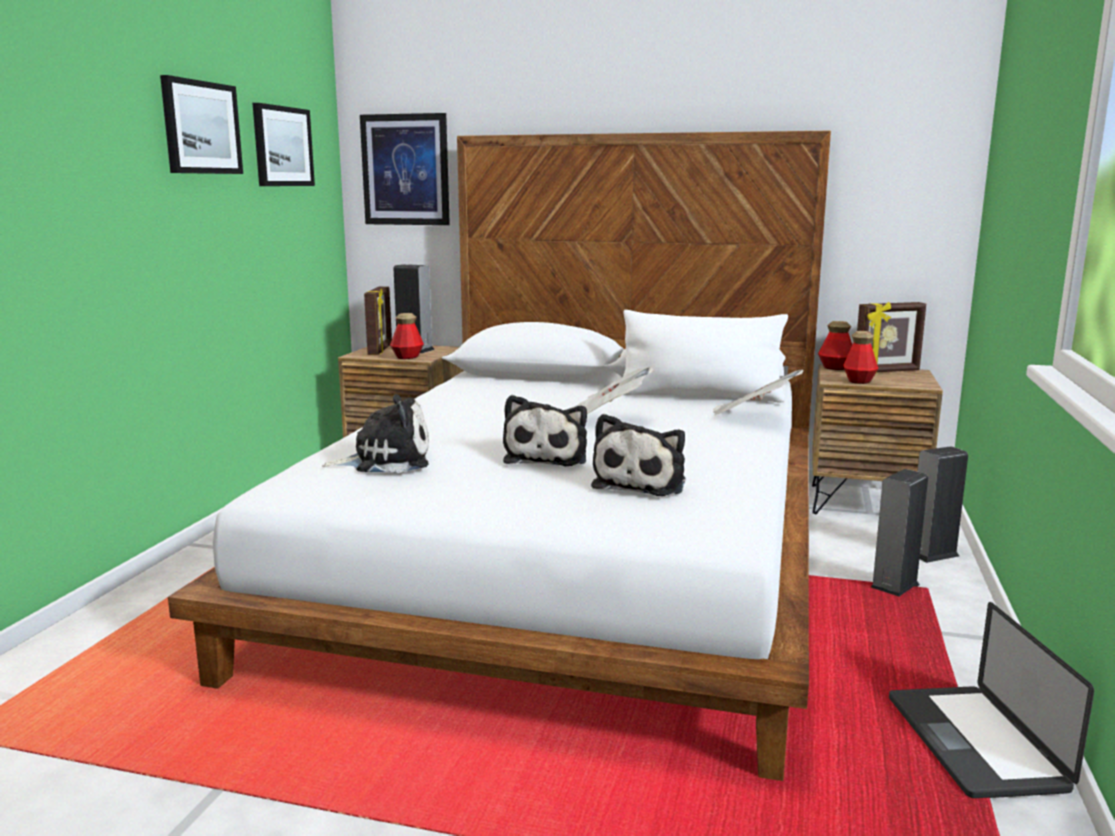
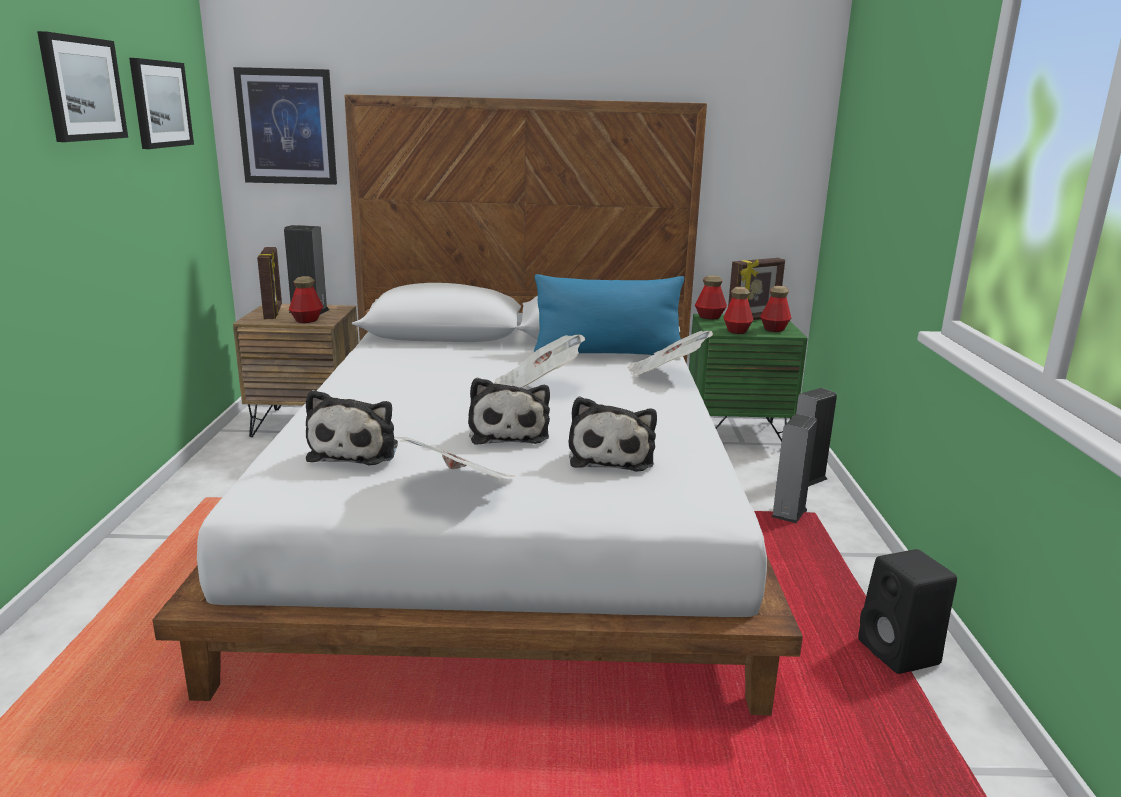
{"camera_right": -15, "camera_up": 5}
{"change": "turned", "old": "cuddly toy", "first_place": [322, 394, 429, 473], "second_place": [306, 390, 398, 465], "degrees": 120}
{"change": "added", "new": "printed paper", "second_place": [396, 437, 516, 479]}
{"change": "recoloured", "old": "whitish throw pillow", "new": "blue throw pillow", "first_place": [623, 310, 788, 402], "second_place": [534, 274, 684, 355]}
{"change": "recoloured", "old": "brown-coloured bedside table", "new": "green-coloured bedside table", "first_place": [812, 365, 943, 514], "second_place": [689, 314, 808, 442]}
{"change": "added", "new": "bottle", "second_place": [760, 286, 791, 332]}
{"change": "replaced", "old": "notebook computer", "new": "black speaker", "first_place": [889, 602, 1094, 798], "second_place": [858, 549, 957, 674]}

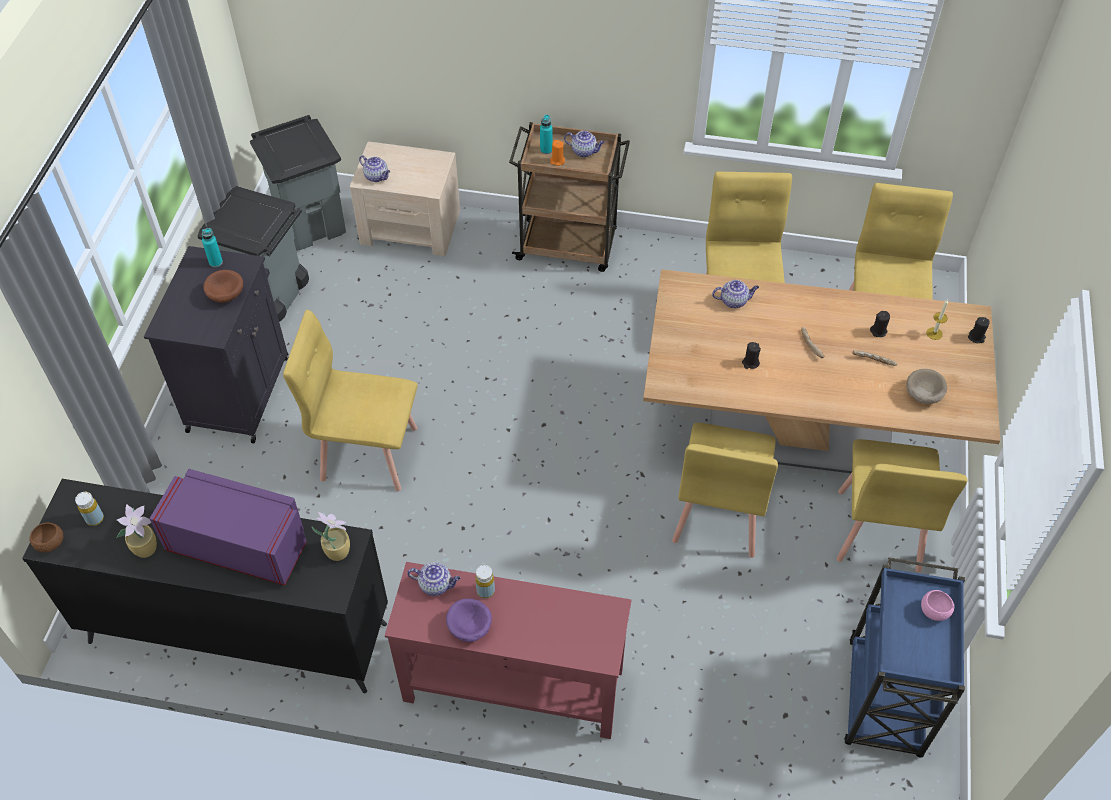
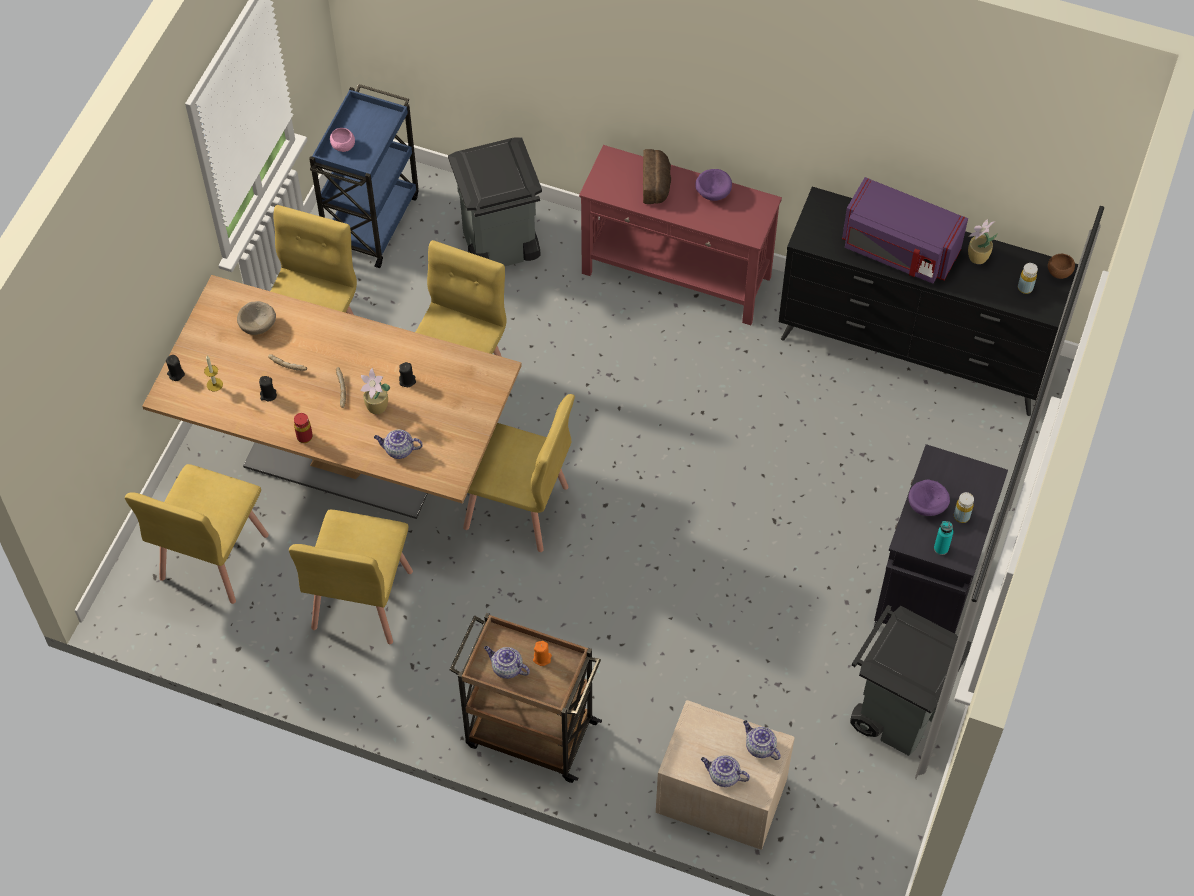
{"camera_right": -170, "camera_up": 5}
{"change": "added", "new": "red bottle", "second_place": [294, 413, 313, 443]}
{"change": "moved", "old": "potted plant", "first_place": [311, 512, 350, 561], "second_place": [361, 368, 390, 414]}
{"change": "moved", "old": "gray waste bin", "first_place": [250, 115, 346, 251], "second_place": [448, 137, 542, 266]}
{"change": "moved", "old": "yellow upright chair", "first_place": [283, 310, 418, 491], "second_place": [463, 394, 575, 552]}
{"change": "added", "new": "bakery bread", "second_place": [643, 149, 671, 204]}
{"change": "moved", "old": "tea pot", "first_place": [407, 562, 461, 596], "second_place": [701, 755, 750, 787]}
{"change": "recoloured", "old": "brown-coloured deep dish", "new": "purplish deep dish", "first_place": [204, 270, 243, 303], "second_place": [908, 479, 950, 516]}
{"change": "moved", "old": "yellow bottle", "first_place": [475, 565, 495, 598], "second_place": [954, 492, 974, 523]}
{"change": "removed", "old": "turquoise bottle", "first_place": [540, 115, 553, 154]}

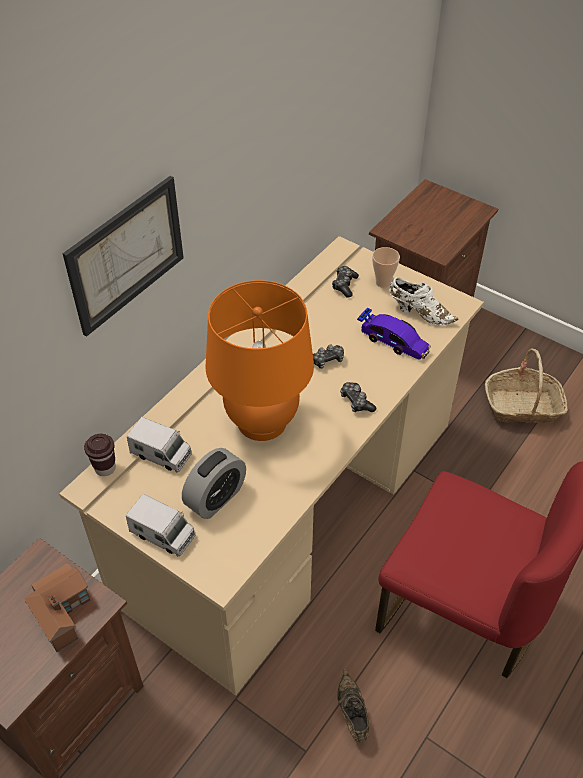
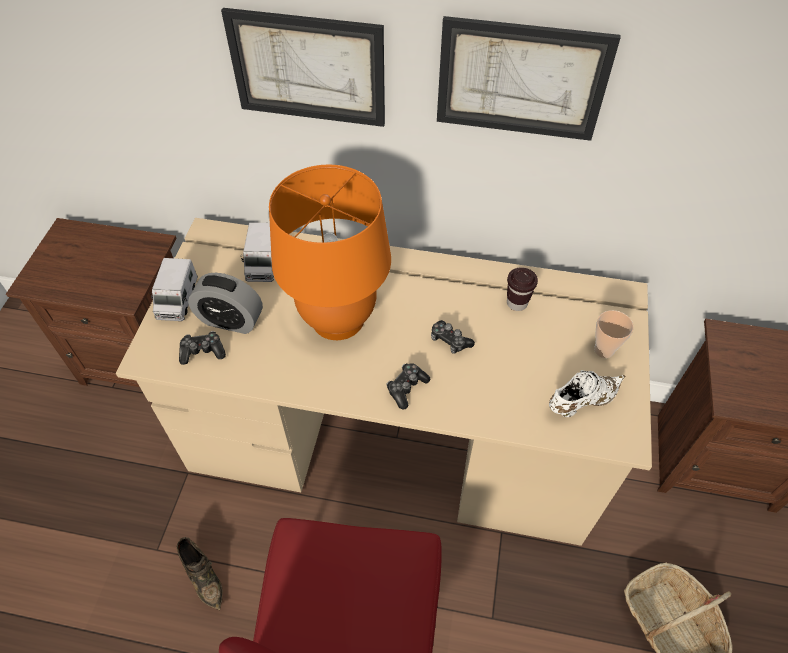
{"camera_right": 65, "camera_up": 5}
{"change": "turned", "old": "brown-coloured shoe", "first_place": [337, 669, 370, 743], "second_place": [177, 537, 223, 611], "degrees": 90}
{"change": "moved", "old": "gamepad", "first_place": [332, 266, 359, 298], "second_place": [179, 331, 226, 365]}
{"change": "added", "new": "picture", "second_place": [437, 16, 620, 141]}
{"change": "moved", "old": "brown-coloured small cup", "first_place": [84, 434, 116, 476], "second_place": [507, 267, 538, 311]}
{"change": "turned", "old": "whitish shoe", "first_place": [389, 277, 459, 325], "second_place": [549, 370, 625, 417], "degrees": -120}
{"change": "removed", "old": "toy house", "first_place": [24, 563, 90, 652]}
{"change": "removed", "old": "miniature car", "first_place": [357, 308, 431, 360]}

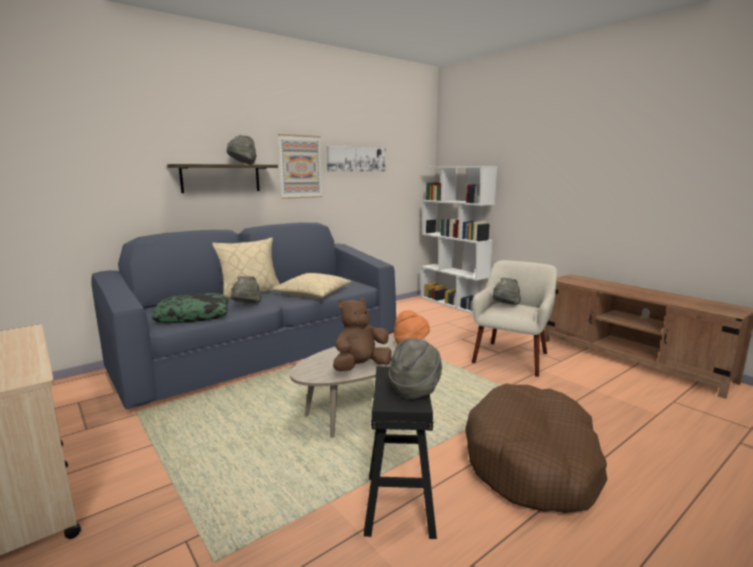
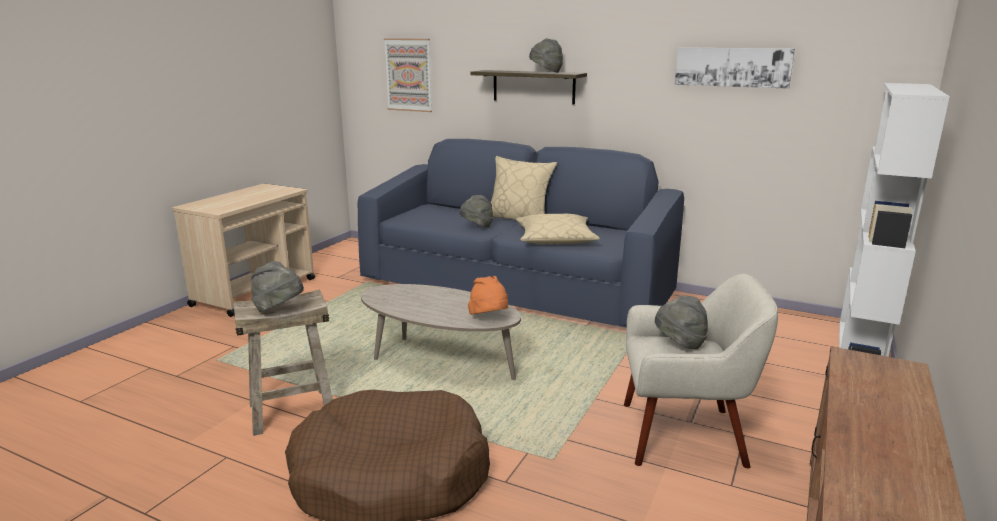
{"camera_right": 65, "camera_up": 5}
{"change": "recoloured", "old": "black sitting stool", "new": "beige sitting stool", "first_place": [364, 367, 437, 539], "second_place": [233, 289, 333, 436]}
{"change": "moved", "old": "picture", "first_place": [278, 134, 322, 199], "second_place": [384, 38, 432, 112]}
{"change": "removed", "old": "throw pillow", "first_place": [152, 293, 228, 323]}
{"change": "removed", "old": "brown-coloured cuddly toy", "first_place": [333, 298, 392, 371]}

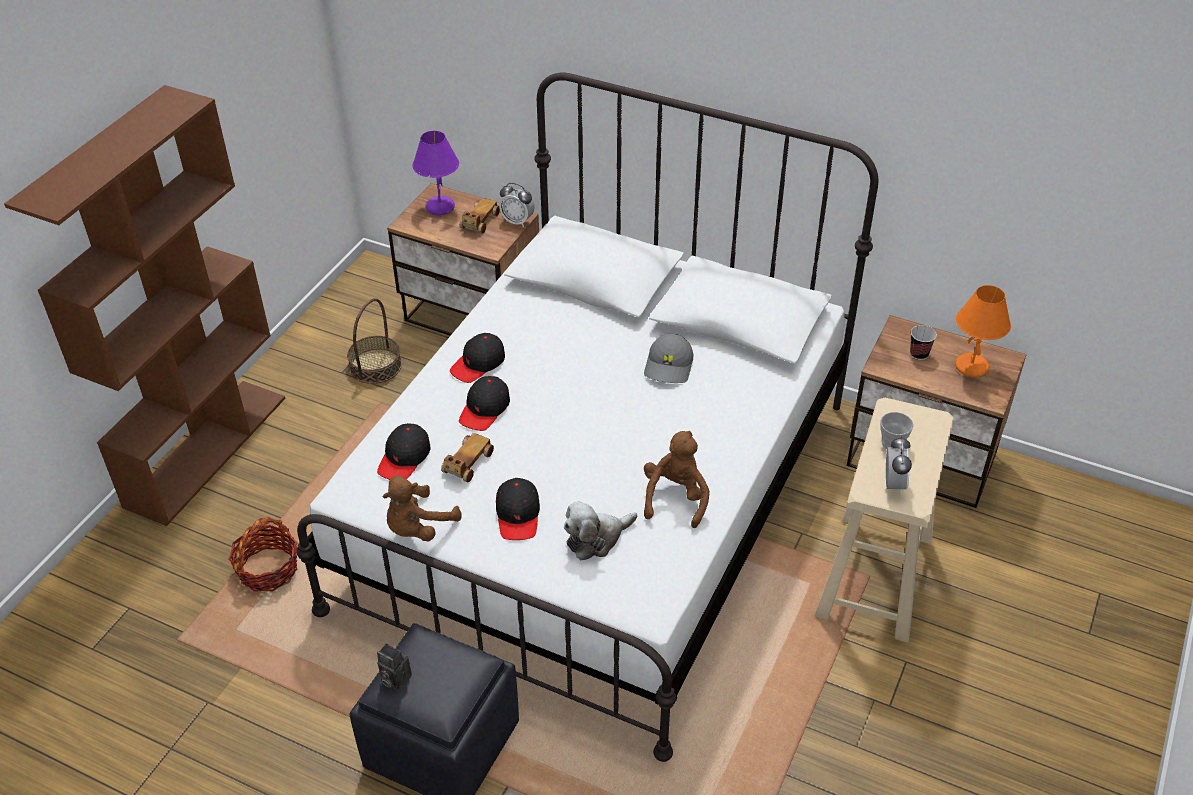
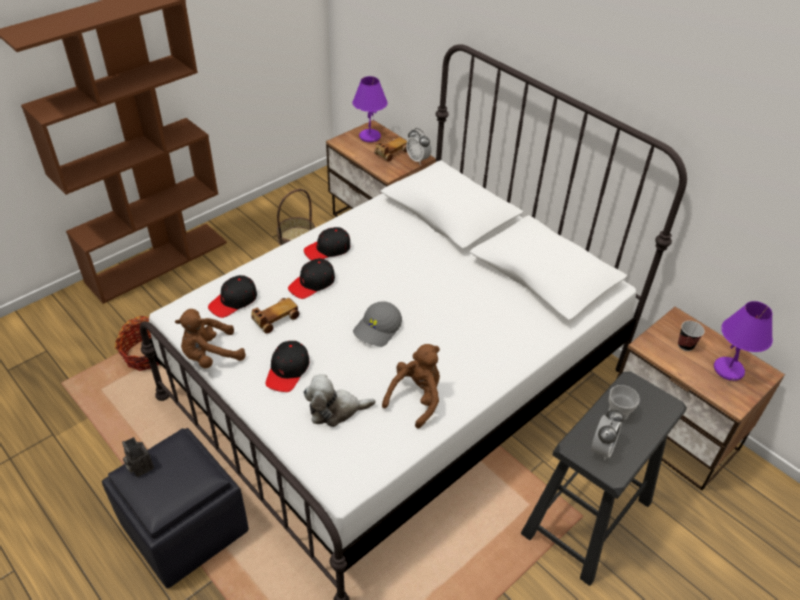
{"camera_right": 20, "camera_up": 0}
{"change": "moved", "old": "gray cap", "first_place": [644, 334, 694, 383], "second_place": [353, 301, 402, 347]}
{"change": "recoloured", "old": "beige sitting stool", "new": "black sitting stool", "first_place": [815, 398, 954, 642], "second_place": [521, 371, 687, 586]}
{"change": "recoloured", "old": "orangey tabletop lamp", "new": "purplish tabletop lamp", "first_place": [955, 285, 1011, 377], "second_place": [714, 301, 773, 381]}

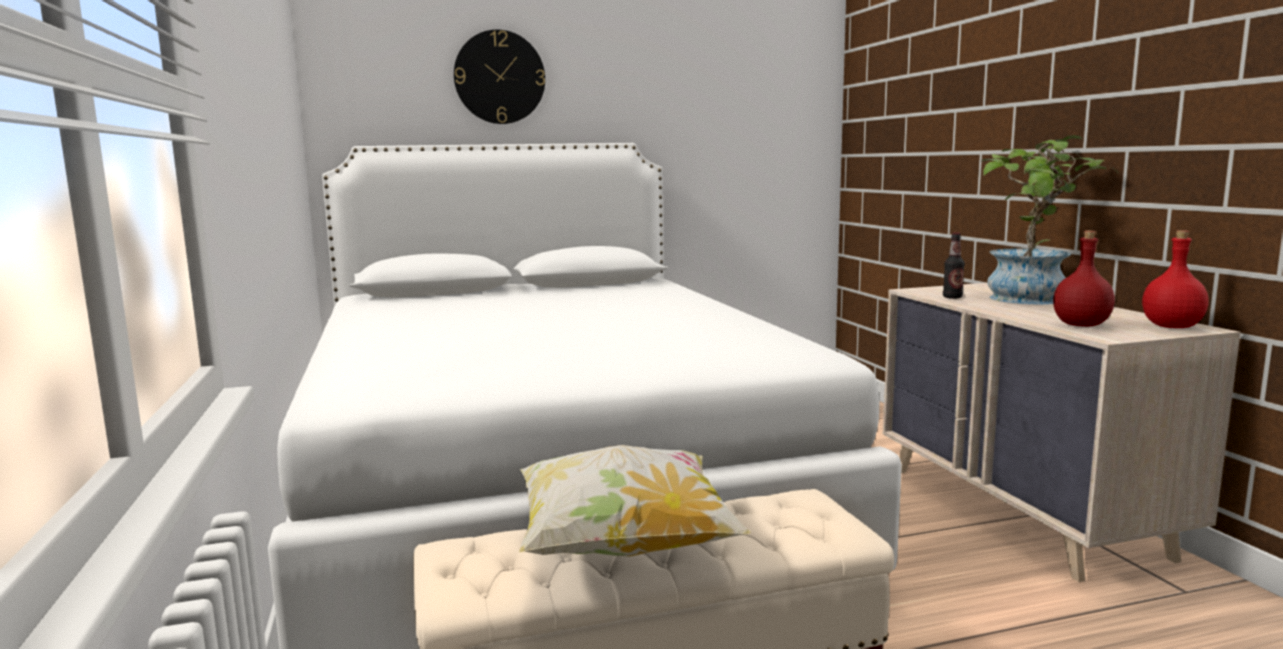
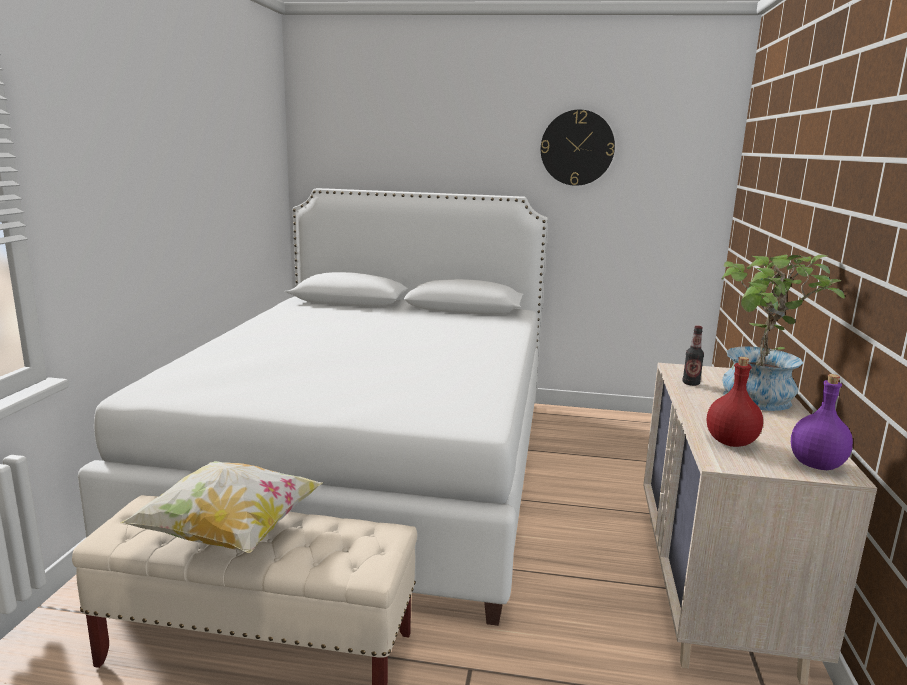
{"camera_right": 25, "camera_up": 5}
{"change": "moved", "old": "hanging clock", "first_place": [454, 30, 545, 124], "second_place": [541, 110, 615, 186]}
{"change": "recoloured", "old": "red bottle", "new": "purplish bottle", "first_place": [1142, 230, 1209, 328], "second_place": [791, 374, 853, 470]}

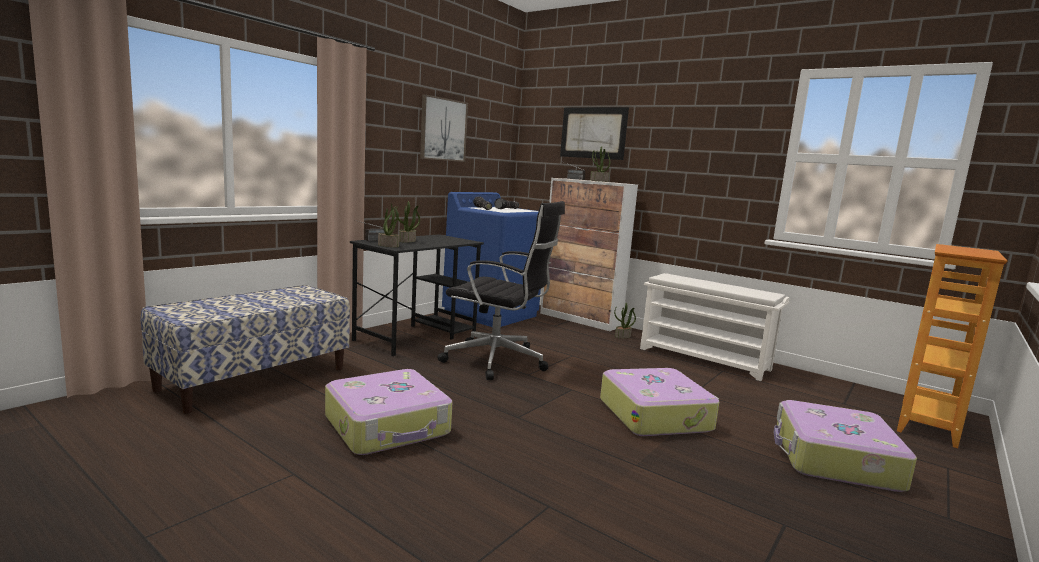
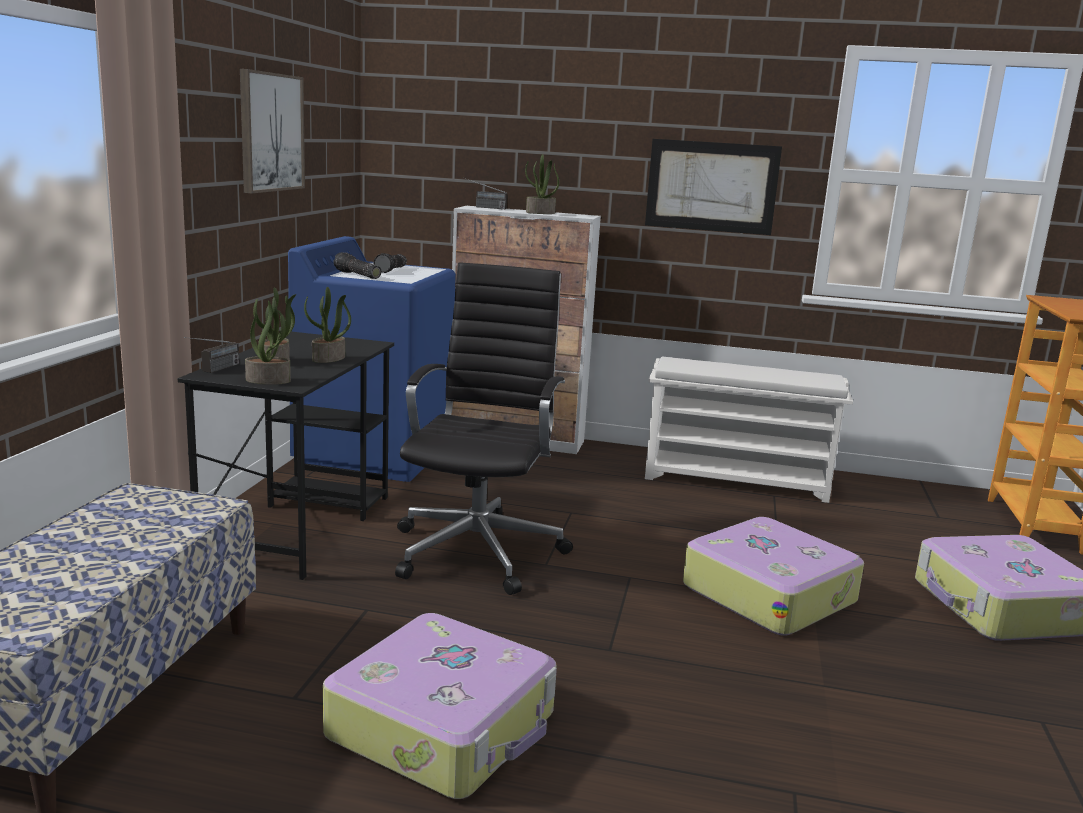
{"camera_right": -25, "camera_up": 5}
{"change": "moved", "old": "potted plant", "first_place": [614, 303, 636, 339], "second_place": [304, 287, 351, 363]}
{"change": "turned", "old": "black office chair", "first_place": [438, 201, 565, 380], "second_place": [395, 262, 573, 595], "degrees": -75}
{"change": "moved", "old": "picture", "first_place": [560, 107, 629, 160], "second_place": [645, 139, 782, 235]}

